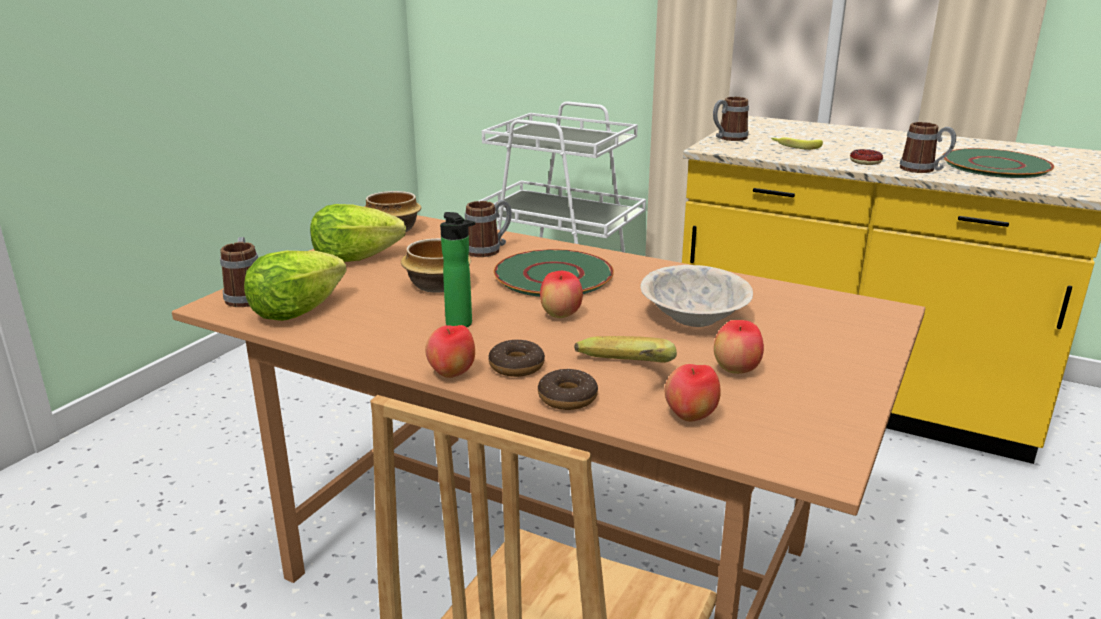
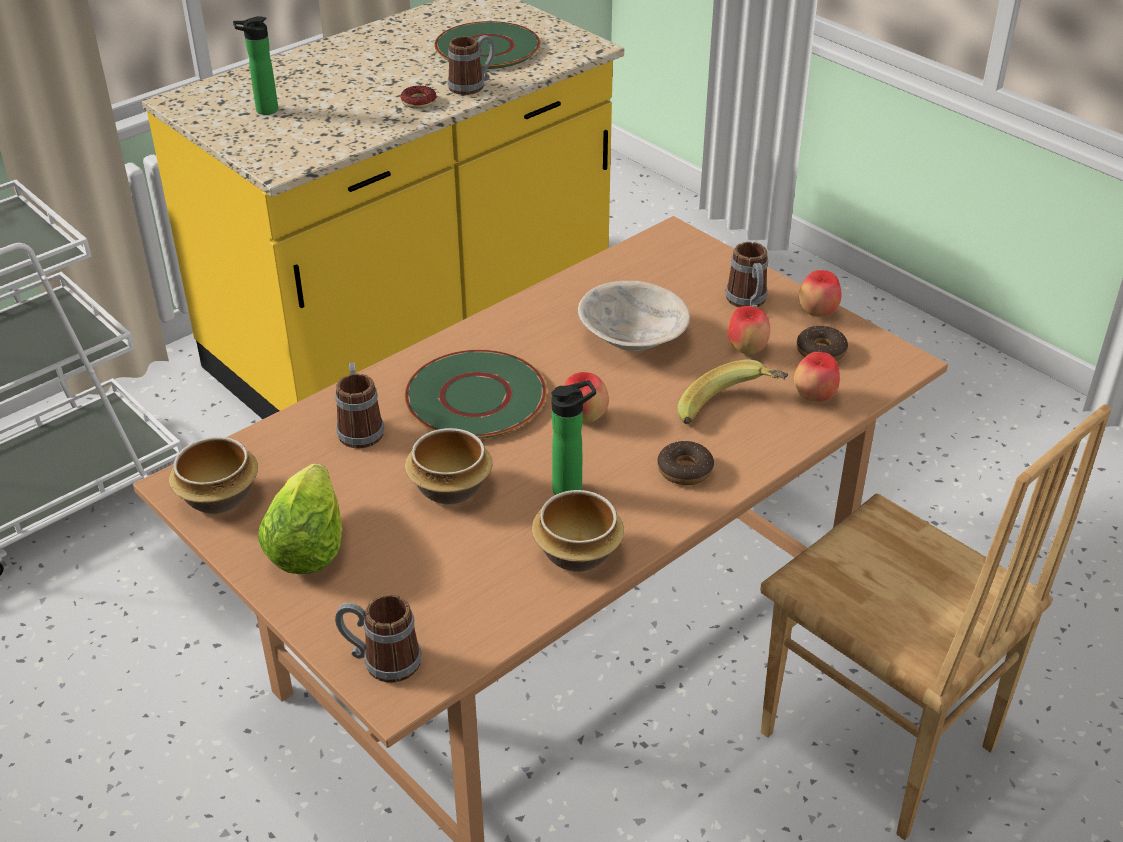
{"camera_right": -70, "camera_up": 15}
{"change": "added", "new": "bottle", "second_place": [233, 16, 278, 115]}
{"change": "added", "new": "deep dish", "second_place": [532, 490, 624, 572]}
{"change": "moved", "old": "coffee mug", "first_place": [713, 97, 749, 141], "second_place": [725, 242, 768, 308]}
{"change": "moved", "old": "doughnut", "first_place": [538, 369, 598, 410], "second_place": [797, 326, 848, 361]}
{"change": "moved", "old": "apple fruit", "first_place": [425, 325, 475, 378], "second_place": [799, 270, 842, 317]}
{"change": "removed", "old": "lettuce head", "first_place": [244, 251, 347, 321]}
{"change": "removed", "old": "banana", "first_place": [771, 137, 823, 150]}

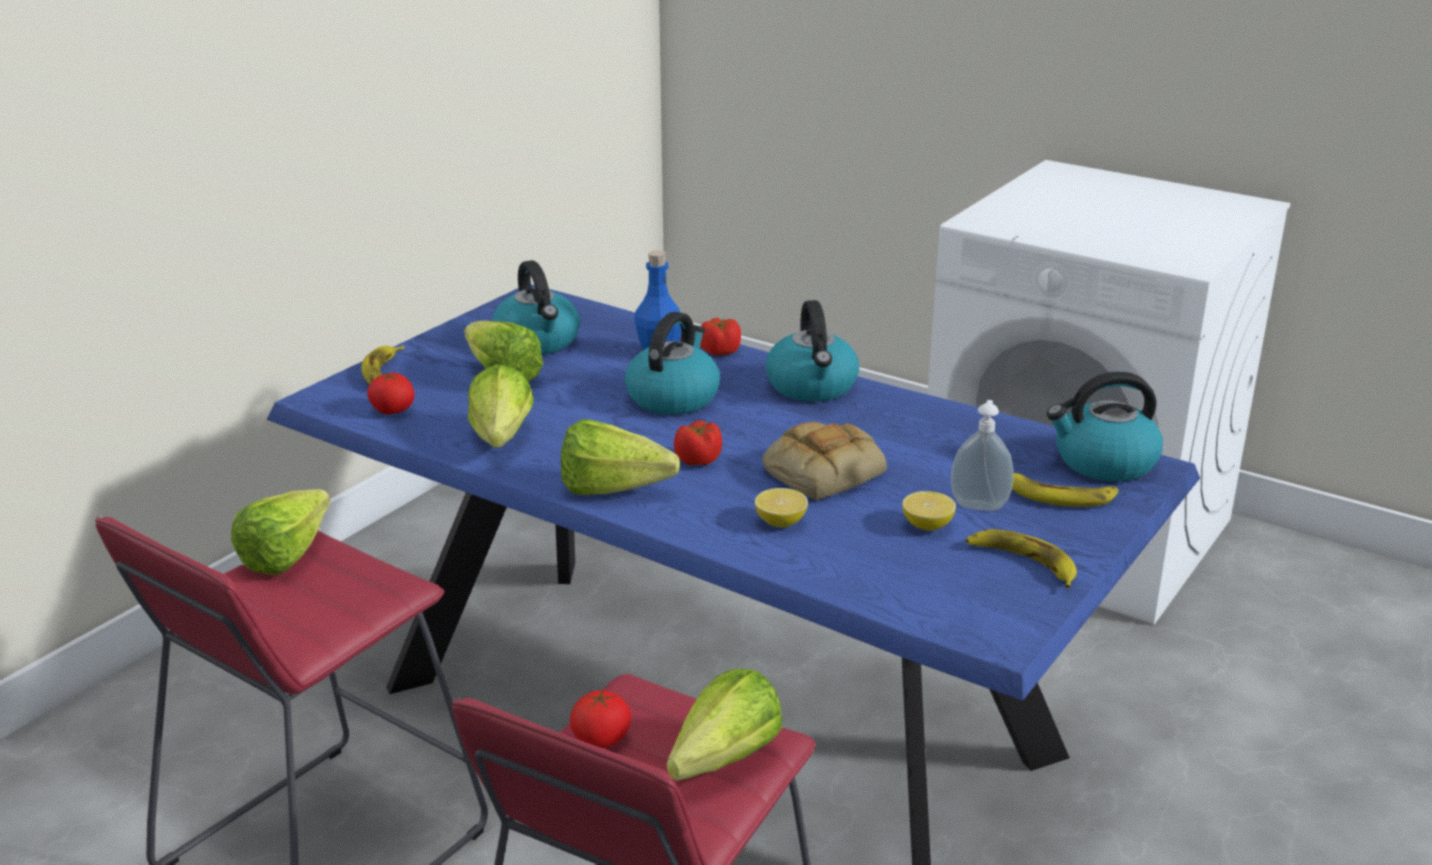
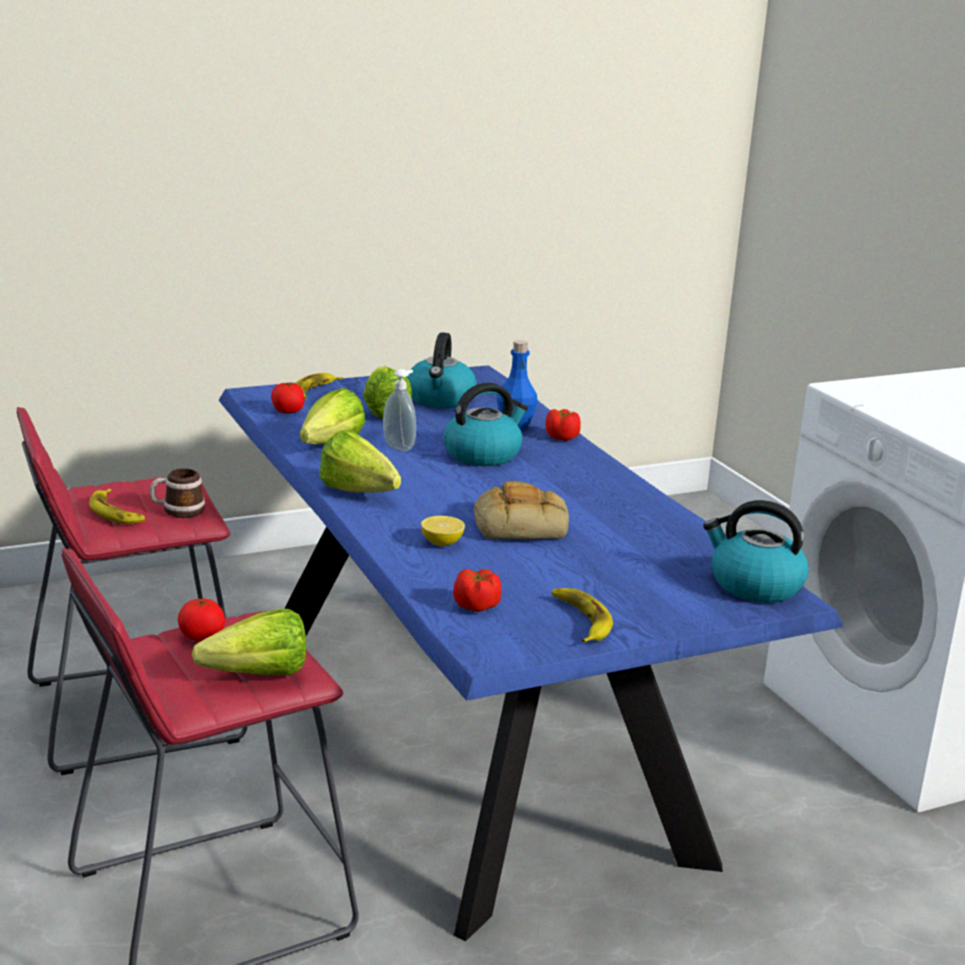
{"camera_right": 30, "camera_up": -5}
{"change": "moved", "old": "banana", "first_place": [1012, 473, 1118, 507], "second_place": [89, 489, 145, 524]}
{"change": "added", "new": "coffee mug", "second_place": [150, 468, 205, 518]}
{"change": "moved", "old": "soap dispenser", "first_place": [951, 400, 1014, 511], "second_place": [383, 369, 416, 451]}
{"change": "moved", "old": "tomato", "first_place": [674, 421, 722, 465], "second_place": [453, 569, 501, 612]}
{"change": "removed", "old": "lettuce head", "first_place": [231, 489, 330, 574]}
{"change": "removed", "old": "tea kettle", "first_place": [766, 300, 859, 402]}
{"change": "removed", "old": "lemon", "first_place": [902, 491, 956, 531]}

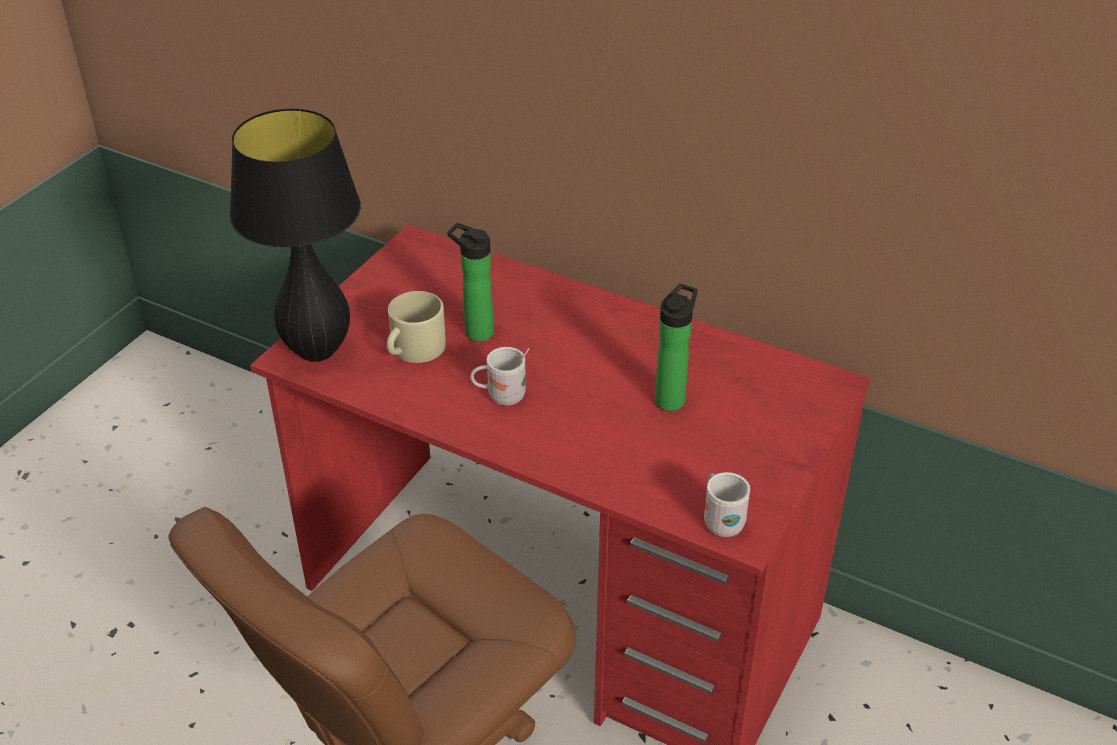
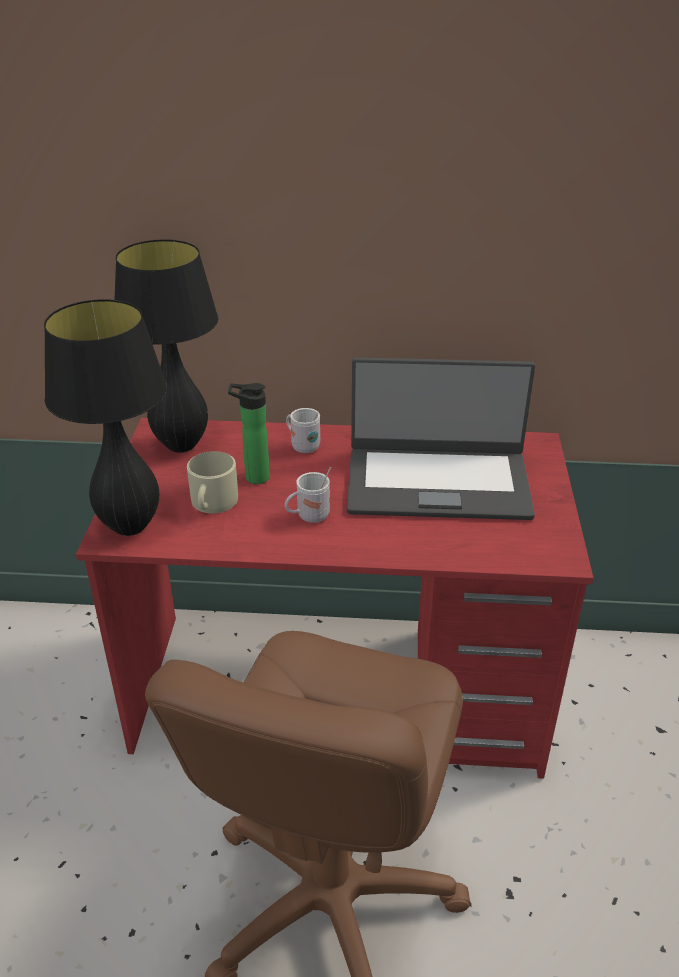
{"camera_right": -25, "camera_up": -5}
{"change": "added", "new": "black tabletop lamp", "second_place": [115, 240, 218, 453]}
{"change": "moved", "old": "whitish coffee mug", "first_place": [704, 472, 750, 537], "second_place": [286, 408, 321, 453]}
{"change": "replaced", "old": "bottle", "new": "notebook computer", "first_place": [655, 284, 698, 411], "second_place": [347, 357, 535, 520]}

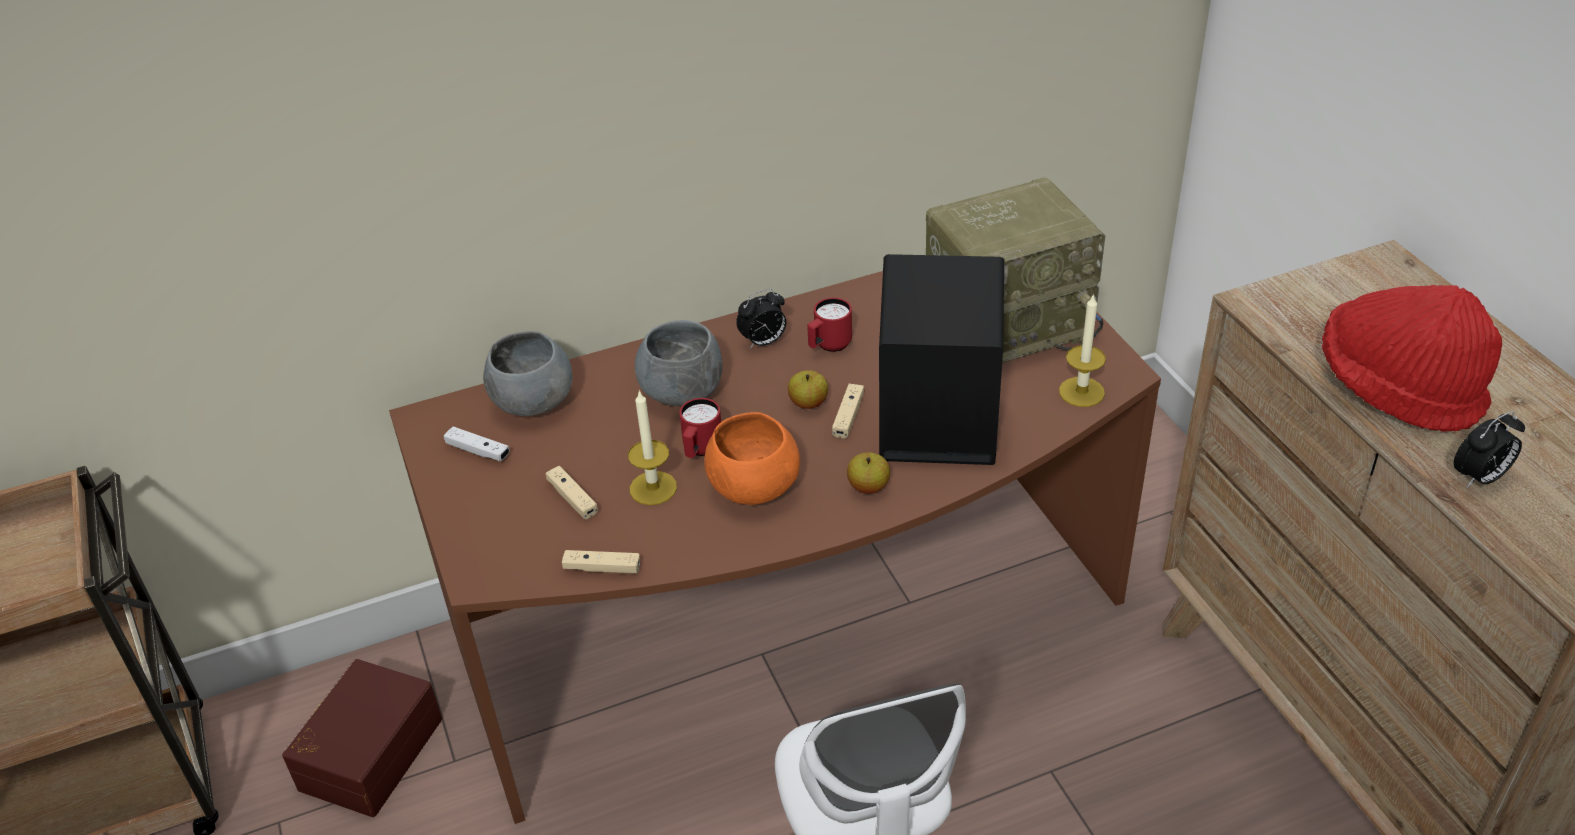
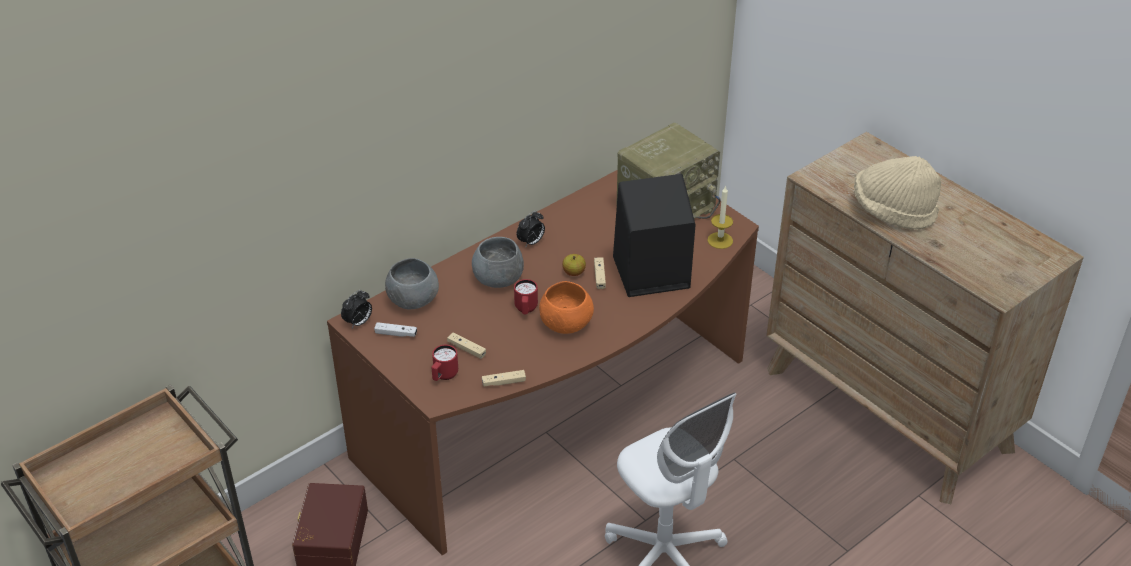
{"camera_right": -20, "camera_up": 0}
{"change": "moved", "old": "table clock", "first_place": [1453, 411, 1525, 488], "second_place": [341, 290, 372, 328]}
{"change": "moved", "old": "red coffee mug", "first_place": [807, 298, 852, 352], "second_place": [431, 345, 458, 381]}
{"change": "recoloured", "old": "red clothing hat", "new": "beige clothing hat", "first_place": [1322, 285, 1502, 432], "second_place": [854, 156, 941, 229]}
{"change": "removed", "old": "wax light", "first_place": [628, 390, 677, 505]}
{"change": "removed", "old": "apple fruit", "first_place": [847, 452, 890, 494]}

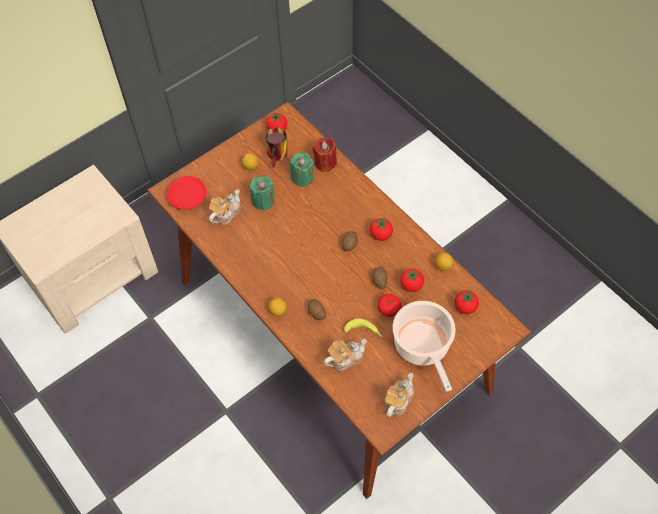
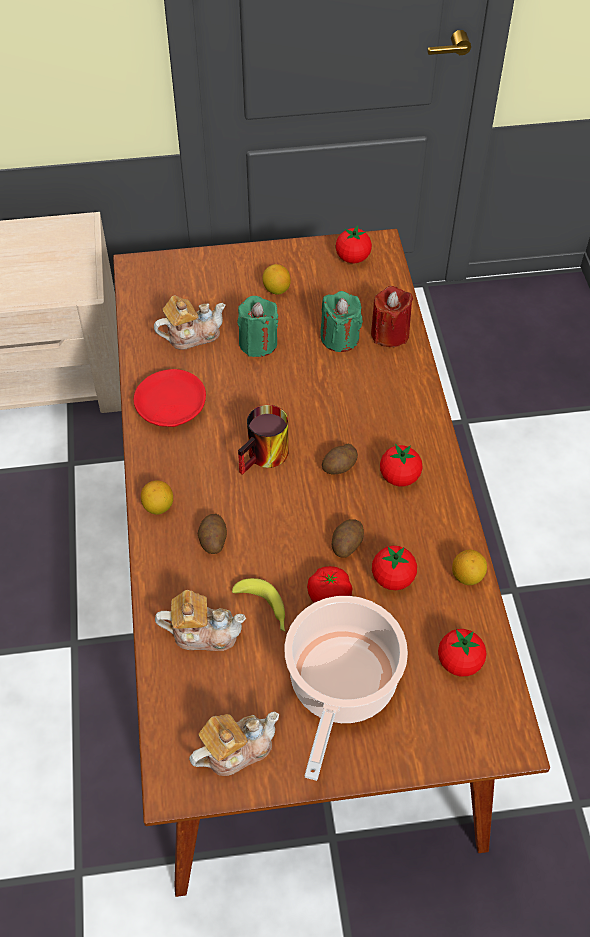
{"camera_right": 30, "camera_up": -5}
{"change": "moved", "old": "red flat dish", "first_place": [167, 176, 207, 210], "second_place": [134, 369, 206, 427]}
{"change": "moved", "old": "coffee mug", "first_place": [265, 128, 288, 168], "second_place": [238, 405, 288, 475]}

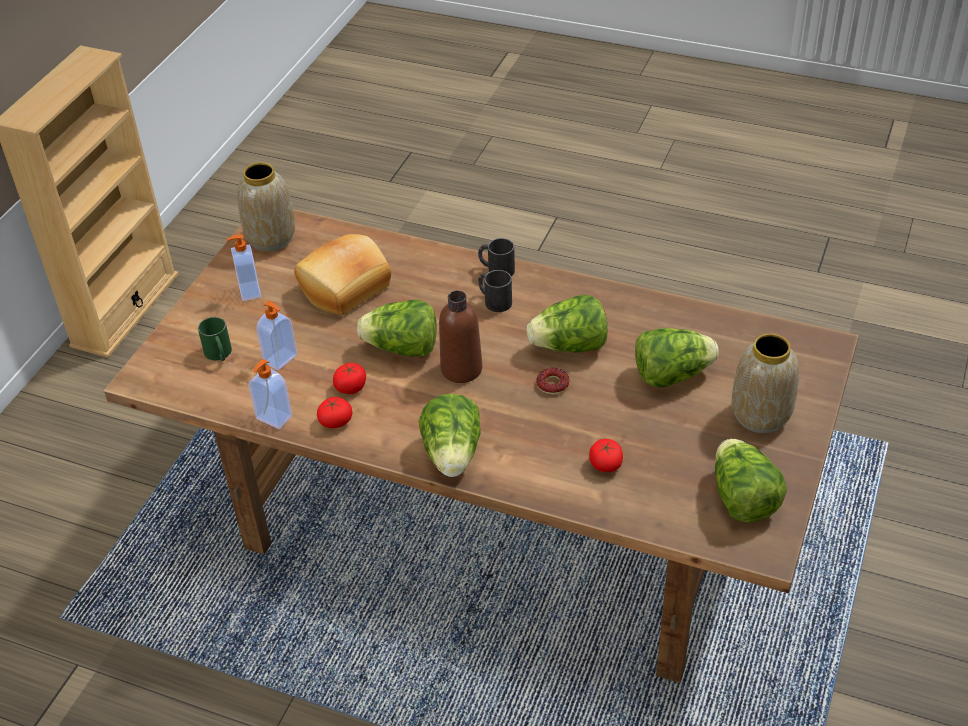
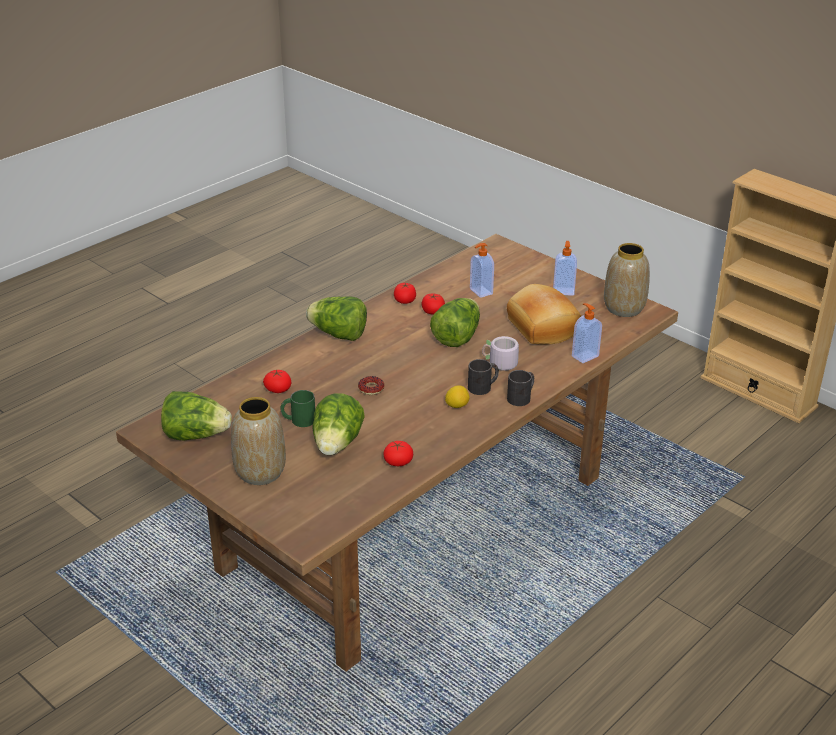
{"camera_right": 110, "camera_up": -10}
{"change": "moved", "old": "green-coloured coffee mug", "first_place": [198, 317, 232, 361], "second_place": [281, 390, 315, 427]}
{"change": "added", "new": "tomato", "second_place": [383, 441, 413, 466]}
{"change": "added", "new": "lemon", "second_place": [445, 385, 469, 408]}
{"change": "added", "new": "gray coffee mug", "second_place": [482, 336, 519, 371]}
{"change": "moved", "old": "soap dispenser", "first_place": [249, 359, 292, 429], "second_place": [572, 303, 602, 363]}
{"change": "removed", "old": "brown-coloured bottle", "first_place": [439, 291, 482, 383]}
{"change": "removed", "old": "lettuce head", "first_place": [527, 295, 608, 353]}

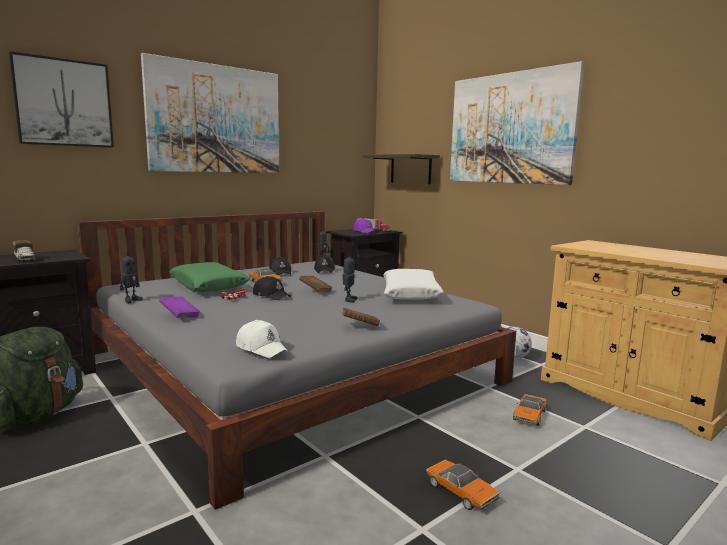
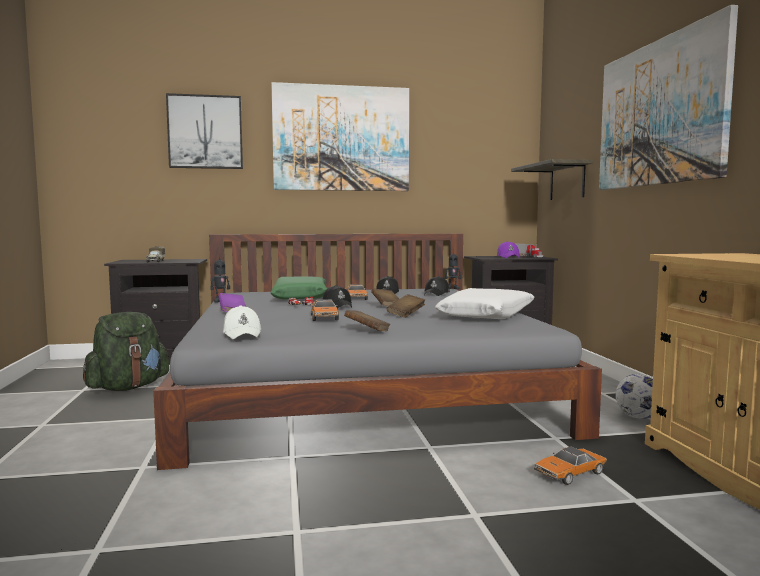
{"camera_right": 30, "camera_up": -5}
{"change": "moved", "old": "miniature car", "first_place": [426, 460, 500, 510], "second_place": [311, 299, 339, 321]}
{"change": "replaced", "old": "model robot", "new": "brown-coloured volume", "first_place": [342, 251, 357, 303], "second_place": [387, 294, 425, 318]}

